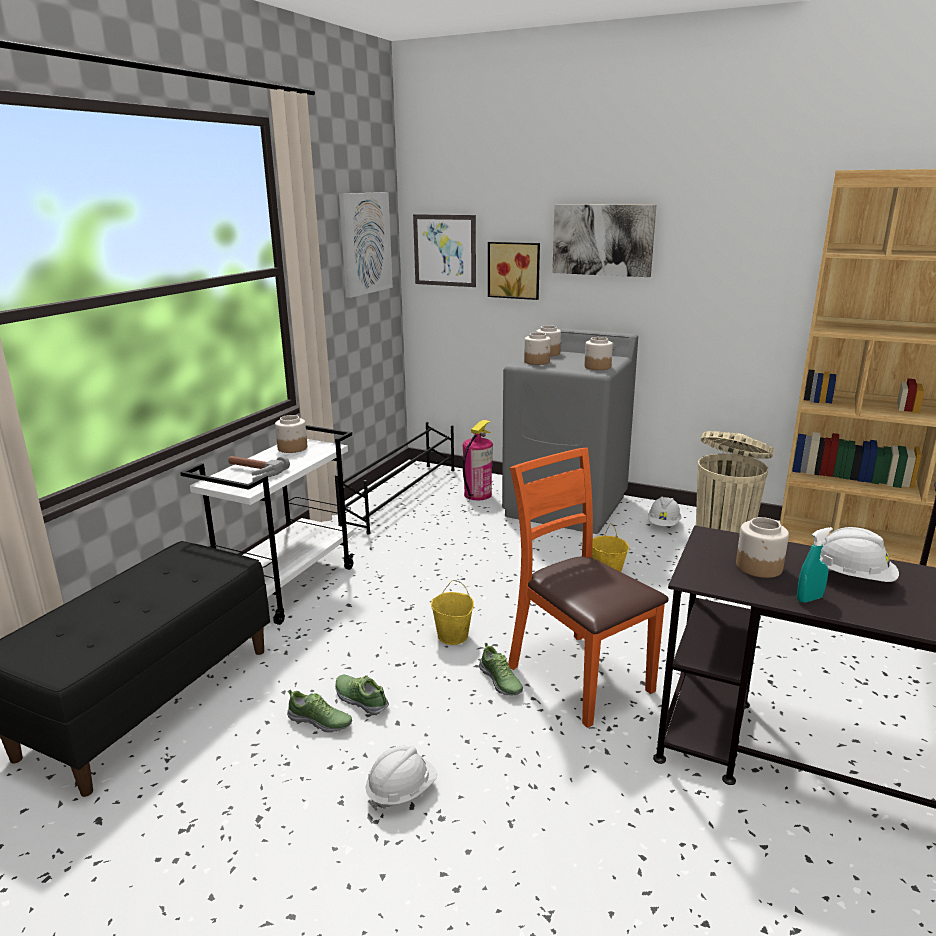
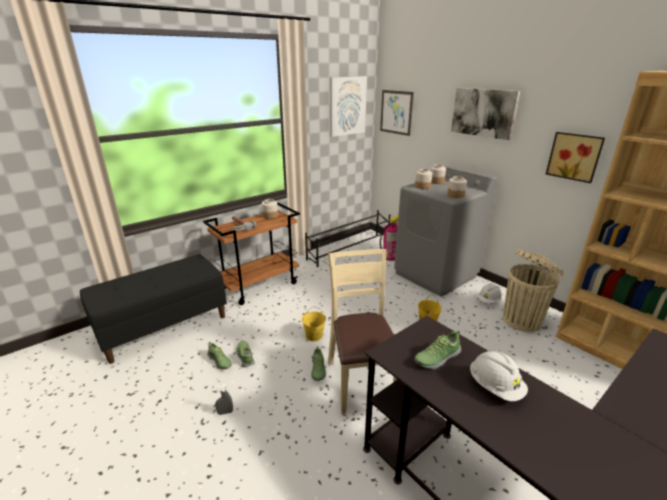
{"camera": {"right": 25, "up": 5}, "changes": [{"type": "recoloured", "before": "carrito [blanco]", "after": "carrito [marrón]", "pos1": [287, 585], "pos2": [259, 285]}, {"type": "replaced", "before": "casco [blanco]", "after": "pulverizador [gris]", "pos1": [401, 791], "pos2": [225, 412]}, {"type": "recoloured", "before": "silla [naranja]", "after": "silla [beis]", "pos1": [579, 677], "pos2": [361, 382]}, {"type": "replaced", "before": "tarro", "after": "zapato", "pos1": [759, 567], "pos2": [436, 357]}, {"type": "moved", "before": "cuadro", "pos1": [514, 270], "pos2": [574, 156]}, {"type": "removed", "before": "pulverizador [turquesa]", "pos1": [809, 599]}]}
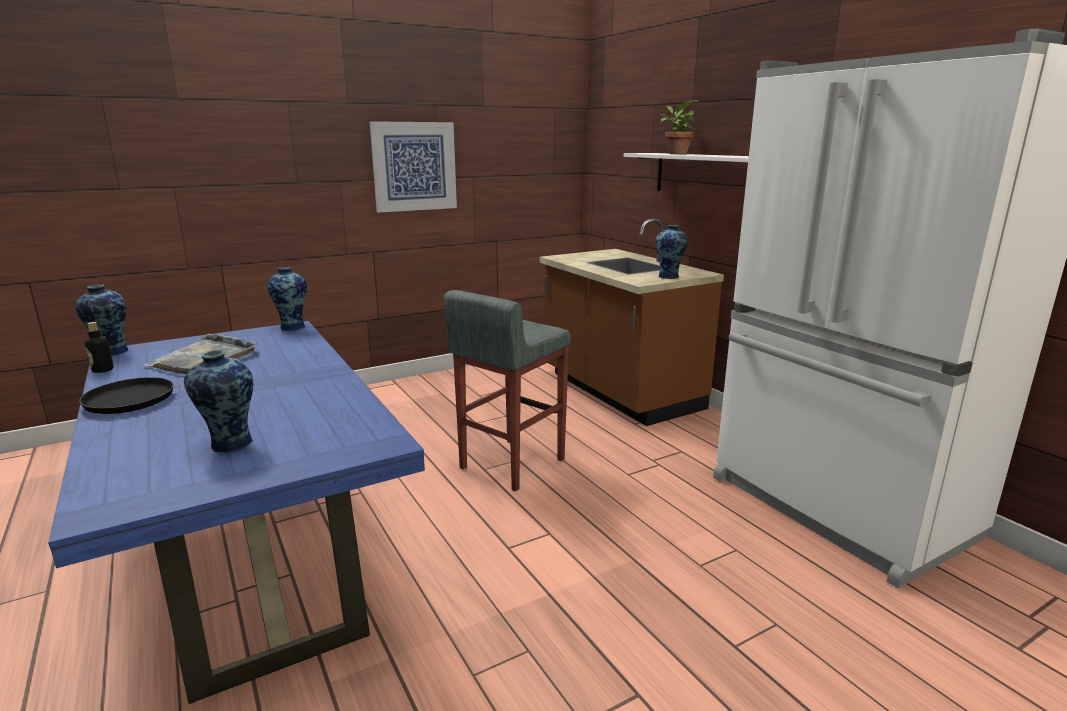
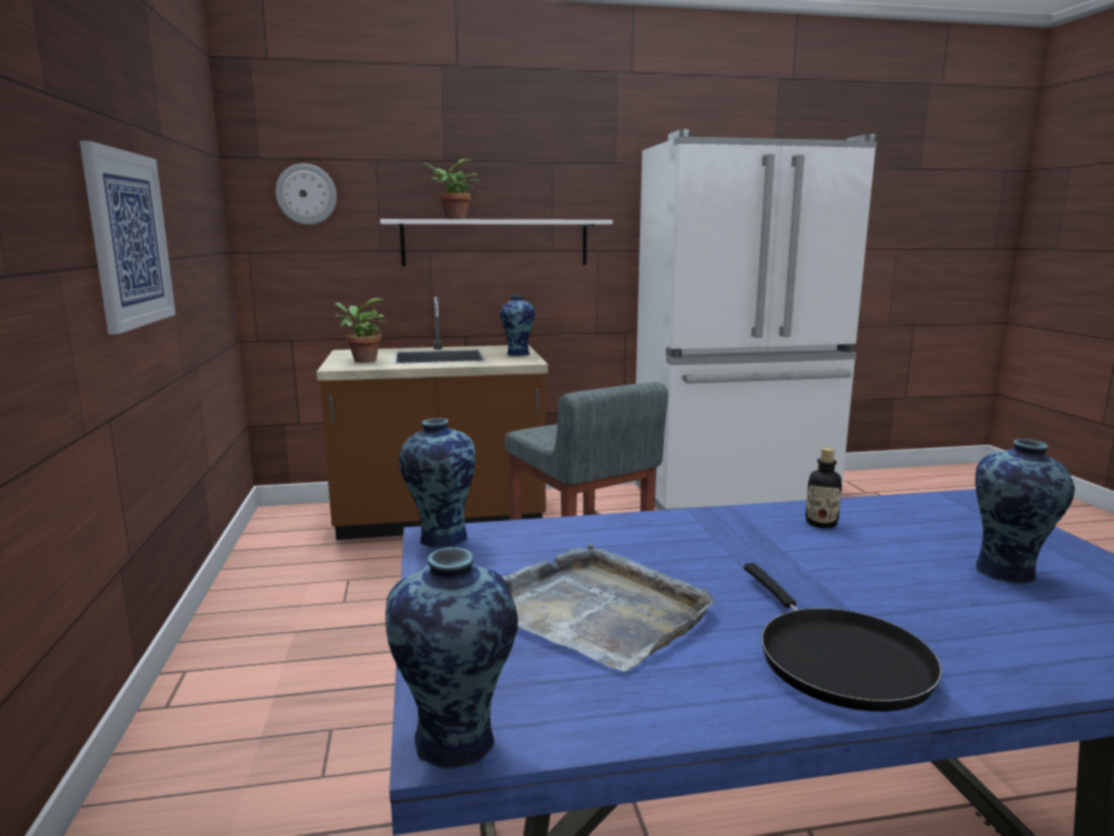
{"camera": {"right": -70, "up": -5}, "changes": [{"type": "added", "after": "reloj de pared", "pos2": [306, 194]}, {"type": "added", "after": "planta en maceta", "pos2": [362, 360]}, {"type": "moved", "before": "botella", "pos1": [103, 370], "pos2": [821, 523]}]}
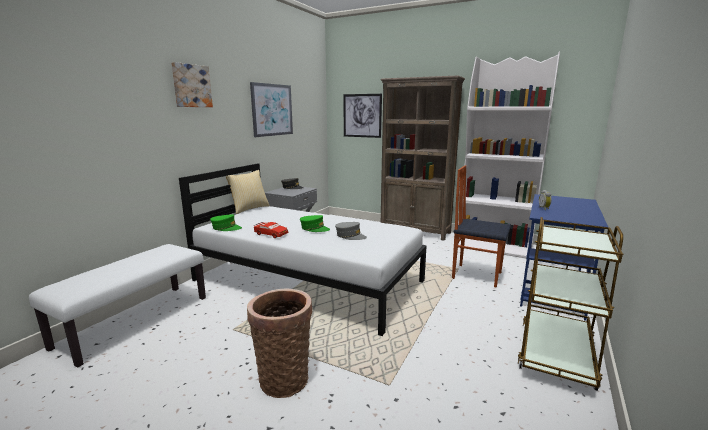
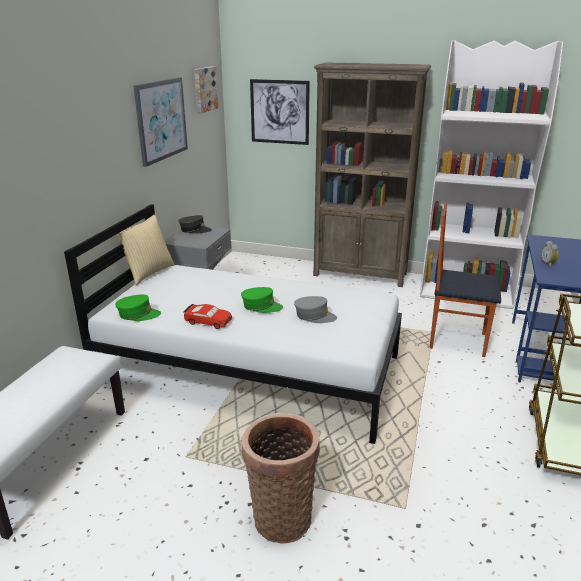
{"camera": {"right": -10, "up": 10}, "changes": [{"type": "moved", "before": "cuadro", "pos1": [191, 86], "pos2": [204, 89]}]}
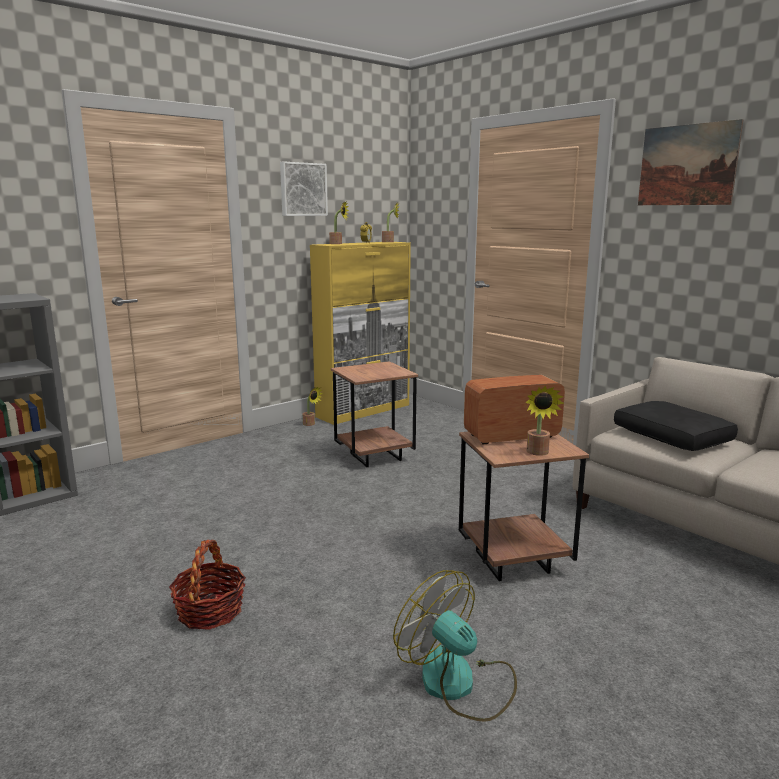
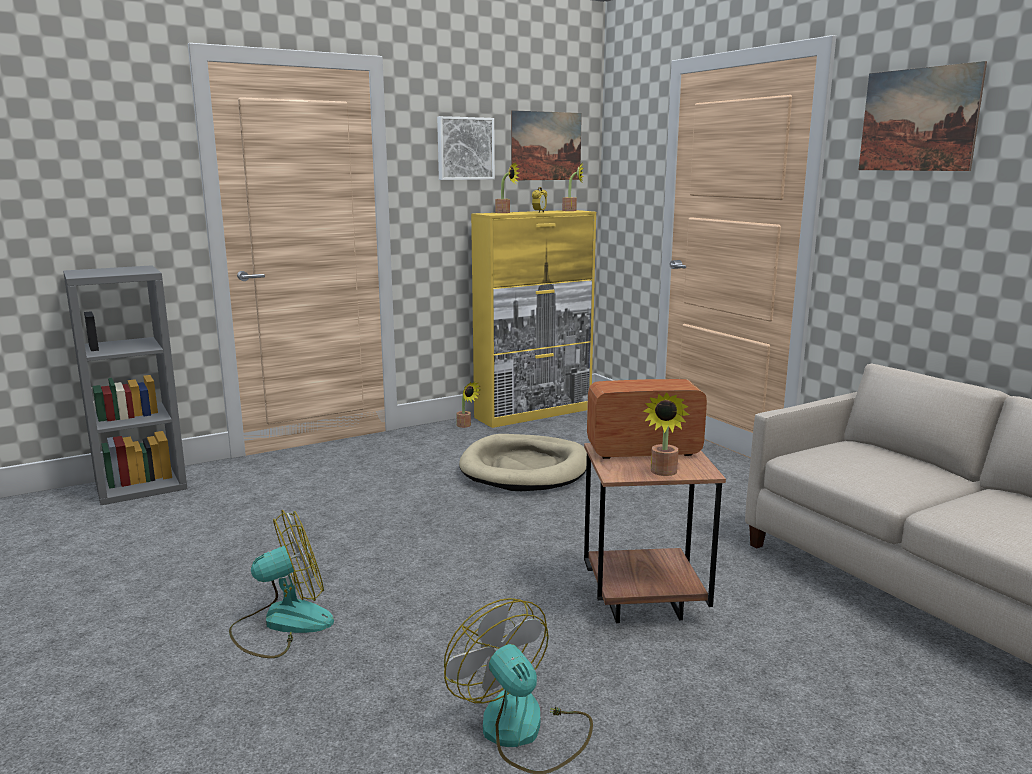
{"camera": {"right": 10, "up": 0}, "changes": [{"type": "replaced", "before": "cesta", "after": "ventilador", "pos1": [210, 611], "pos2": [282, 624]}, {"type": "replaced", "before": "mesa auxiliar [marrón]", "after": "cama para perro [beis]", "pos1": [374, 457], "pos2": [525, 468]}, {"type": "added", "after": "cuadro", "pos2": [546, 146]}, {"type": "removed", "before": "cojín [negro]", "pos1": [673, 437]}]}
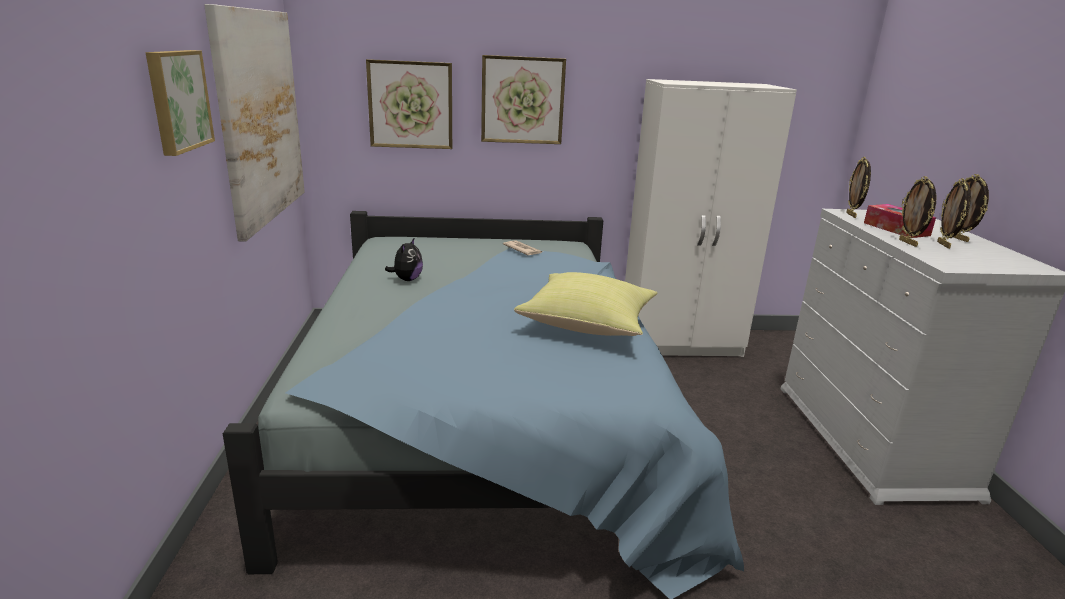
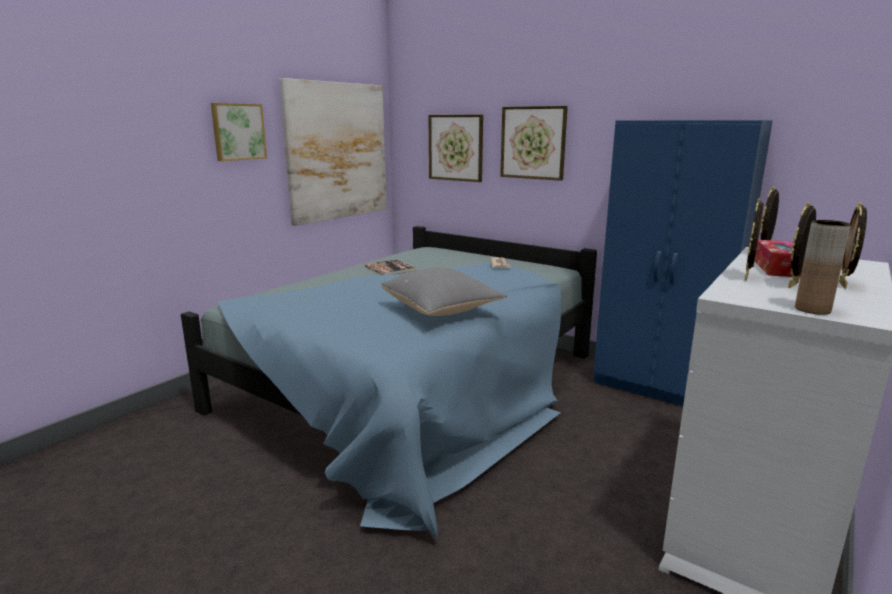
{"camera": {"right": 40, "up": -5}, "changes": [{"type": "replaced", "before": "peluche", "after": "libro", "pos1": [407, 279], "pos2": [390, 268]}, {"type": "recoloured", "before": "cojín [amarillo]", "after": "cojín [gris]", "pos1": [589, 324], "pos2": [442, 311]}, {"type": "recoloured", "before": "armario ropero [blanco]", "after": "armario ropero [azul]", "pos1": [681, 343], "pos2": [660, 387]}, {"type": "added", "after": "florero [marrón]", "pos2": [812, 309]}]}
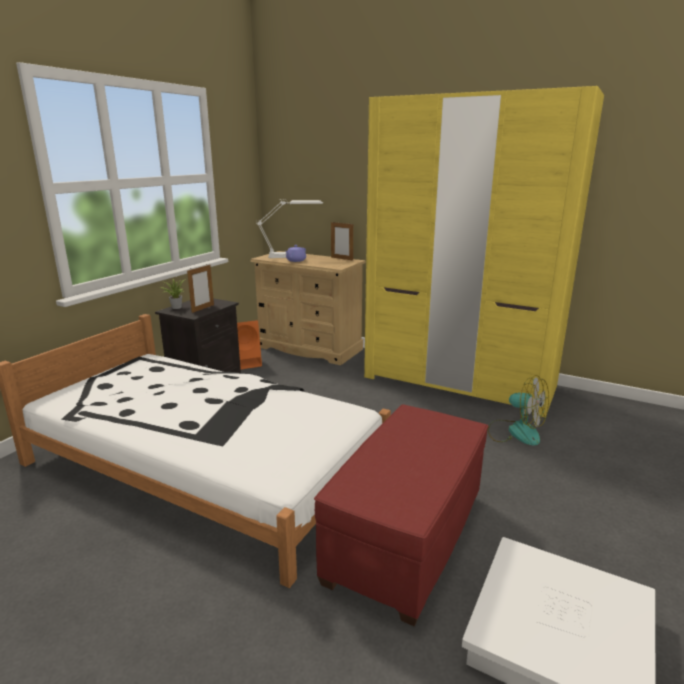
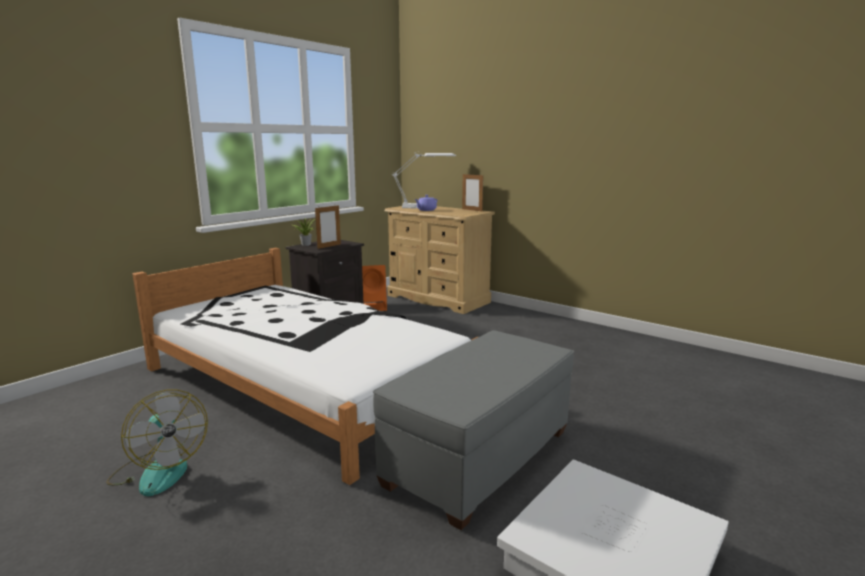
{"camera": {"right": 10, "up": -5}, "changes": [{"type": "moved", "before": "ventilador", "pos1": [515, 432], "pos2": [159, 471]}, {"type": "recoloured", "before": "puf [rojo]", "after": "puf [gris]", "pos1": [406, 537], "pos2": [480, 457]}, {"type": "removed", "before": "armario ropero [amarillo]", "pos1": [458, 382]}]}
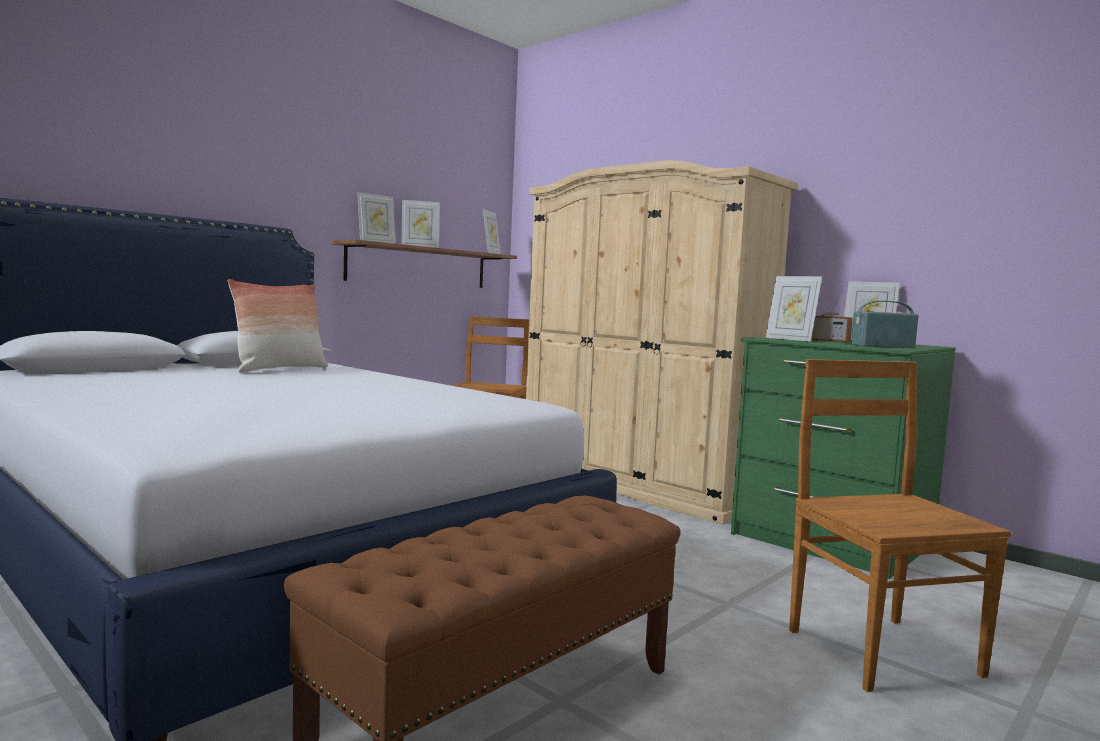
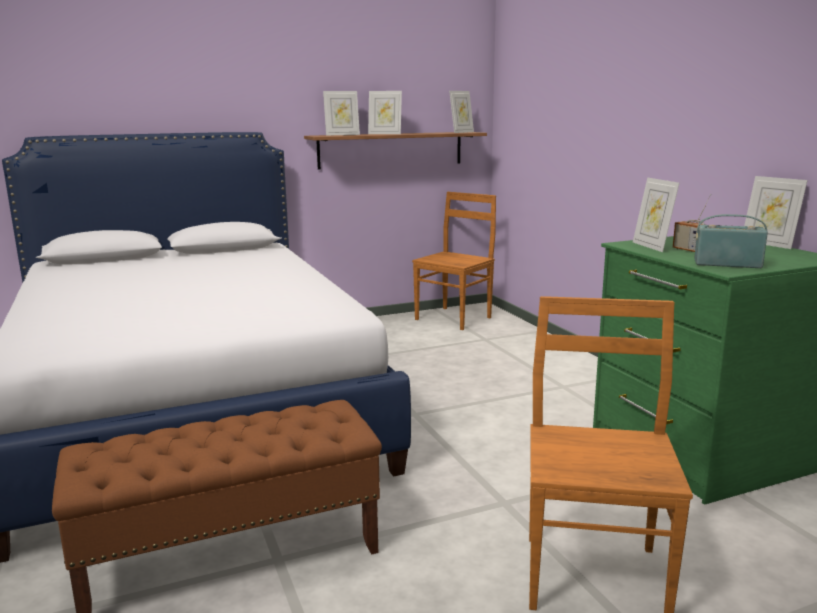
{"camera": {"right": 25, "up": 10}, "changes": [{"type": "removed", "before": "cojín", "pos1": [280, 369]}, {"type": "removed", "before": "armario ropero [beis]", "pos1": [636, 485]}]}
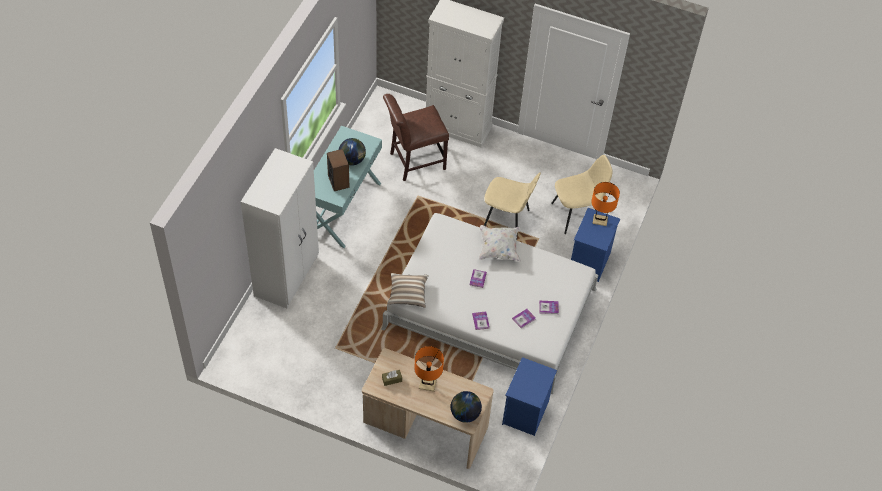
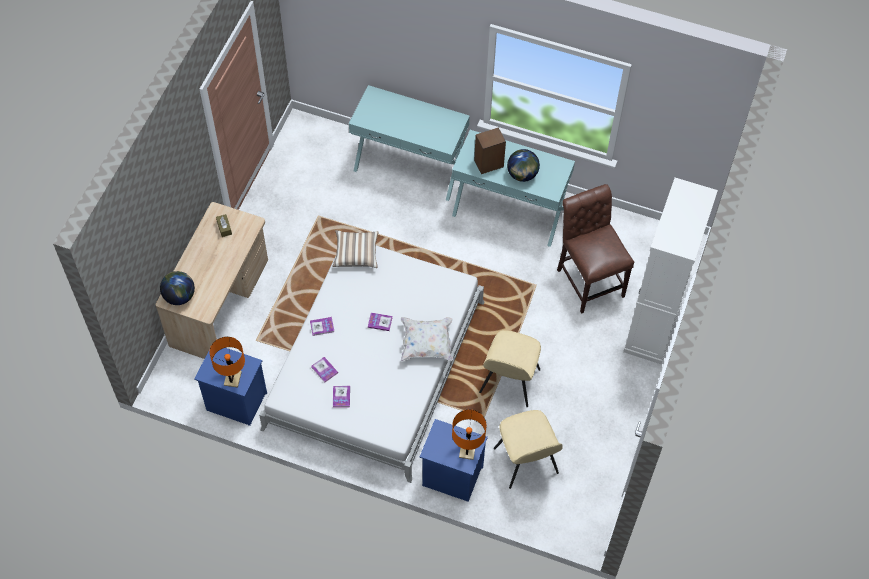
{"camera": {"right": 90, "up": 5}, "changes": [{"type": "moved", "before": "lámpara de mesa [naranja]", "pos1": [427, 384], "pos2": [232, 378]}, {"type": "replaced", "before": "armario ropero [blanco]", "after": "mesa consola [turquesa]", "pos1": [287, 276], "pos2": [410, 166]}]}
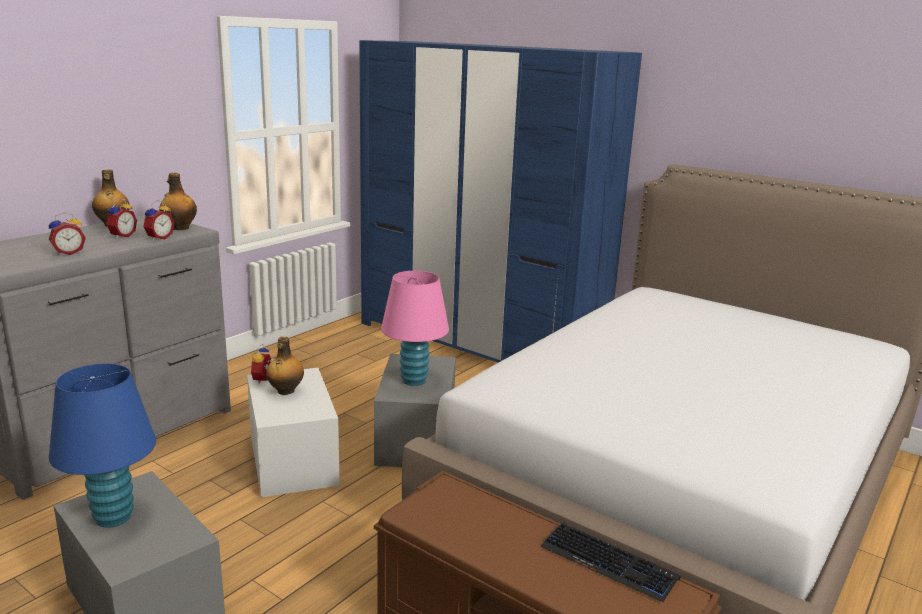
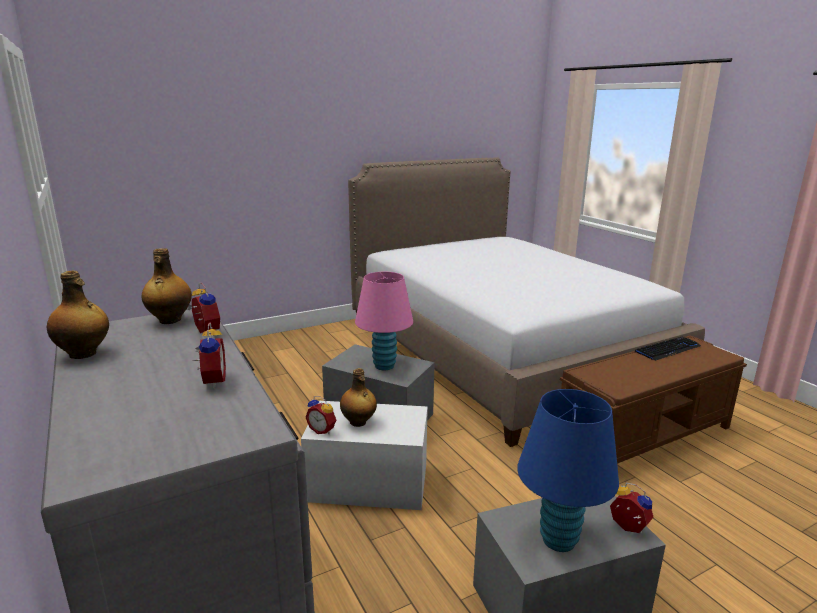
{"camera": {"right": -65, "up": 0}, "changes": [{"type": "moved", "before": "despertador", "pos1": [121, 236], "pos2": [627, 528]}, {"type": "removed", "before": "armario ropero [azul]", "pos1": [478, 343]}]}
